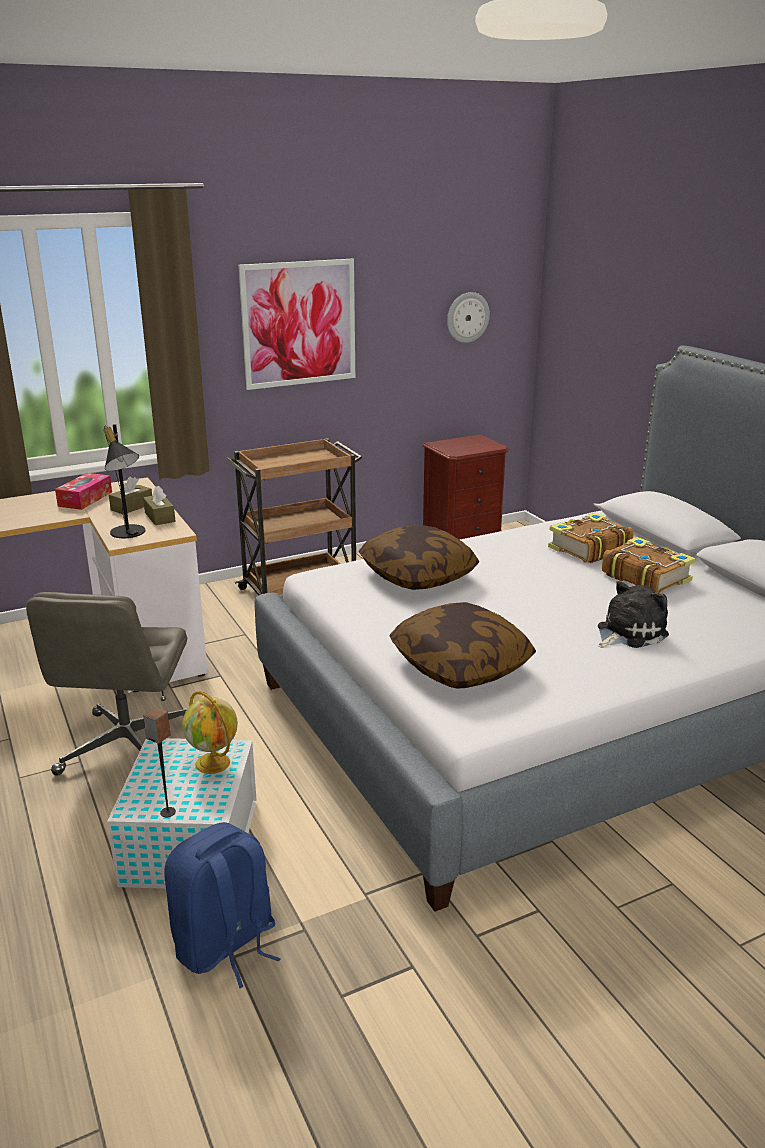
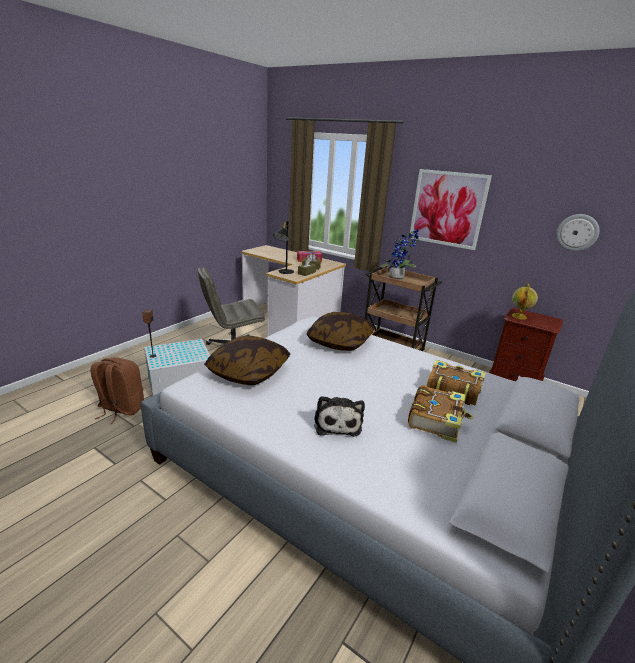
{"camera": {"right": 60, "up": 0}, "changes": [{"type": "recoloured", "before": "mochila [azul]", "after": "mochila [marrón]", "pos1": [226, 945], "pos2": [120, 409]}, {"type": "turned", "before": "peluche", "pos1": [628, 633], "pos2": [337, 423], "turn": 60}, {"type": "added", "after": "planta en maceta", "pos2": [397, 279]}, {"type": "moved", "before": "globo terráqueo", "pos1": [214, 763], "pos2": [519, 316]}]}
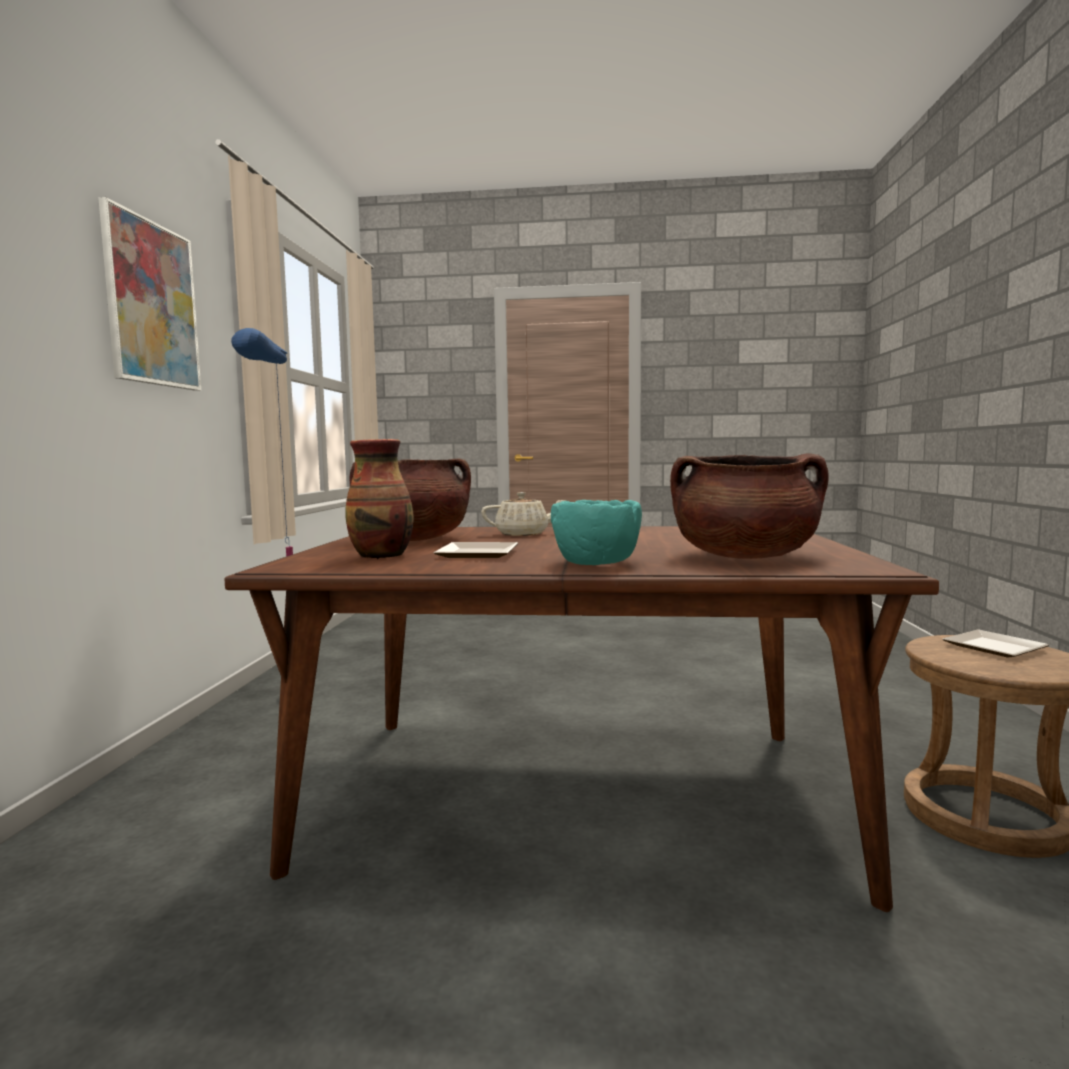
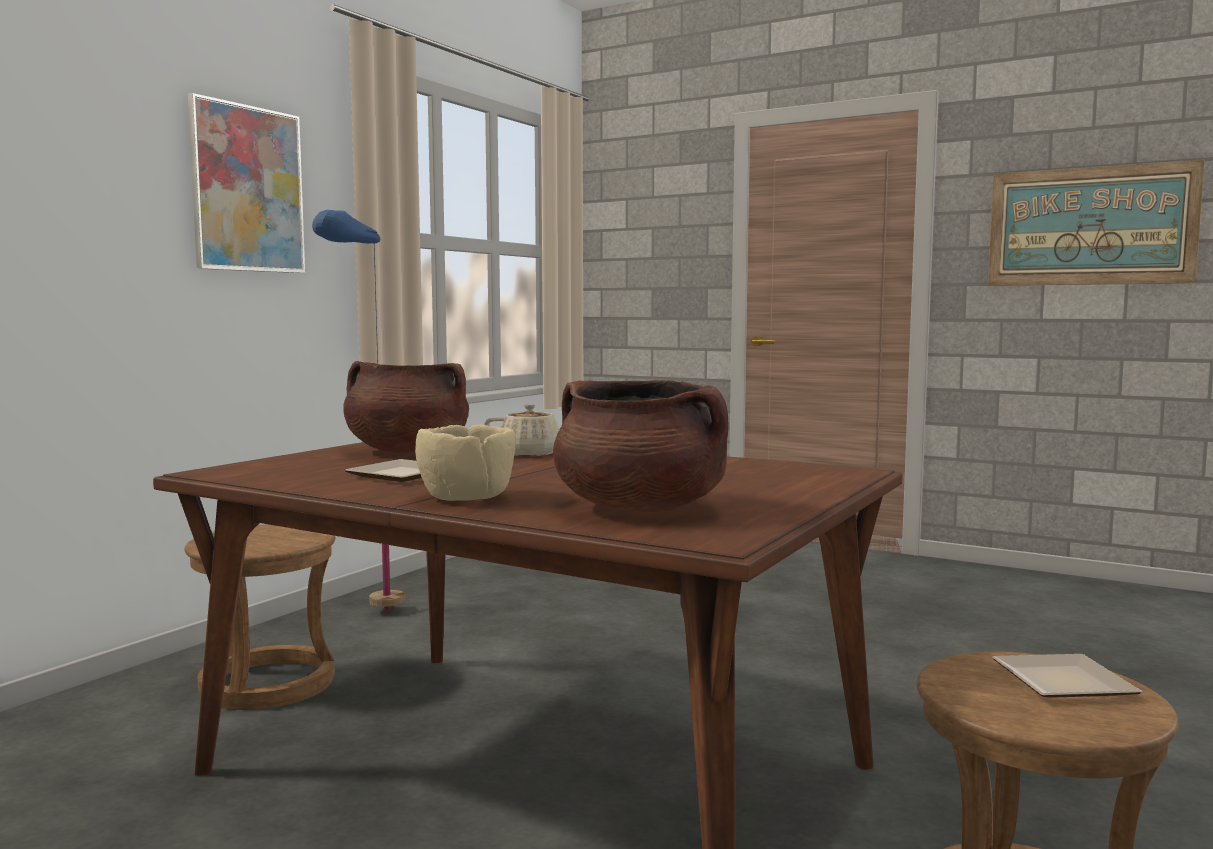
{"camera": {"right": 25, "up": 0}, "changes": [{"type": "added", "after": "taburete [marrón]", "pos2": [267, 683]}, {"type": "recoloured", "before": "cuenco [turquesa]", "after": "cuenco [beis]", "pos1": [597, 563], "pos2": [468, 498]}, {"type": "added", "after": "cuadro", "pos2": [1090, 226]}, {"type": "removed", "before": "florero", "pos1": [383, 556]}]}
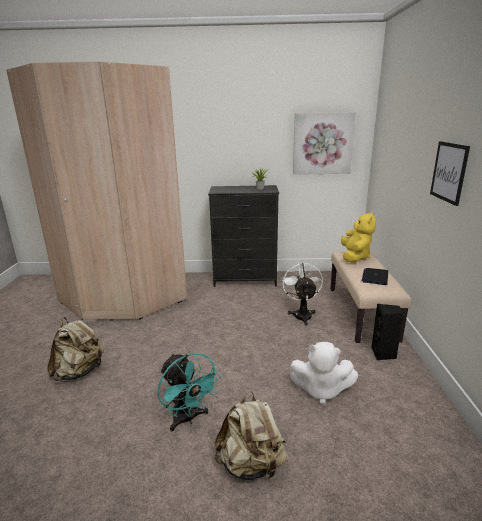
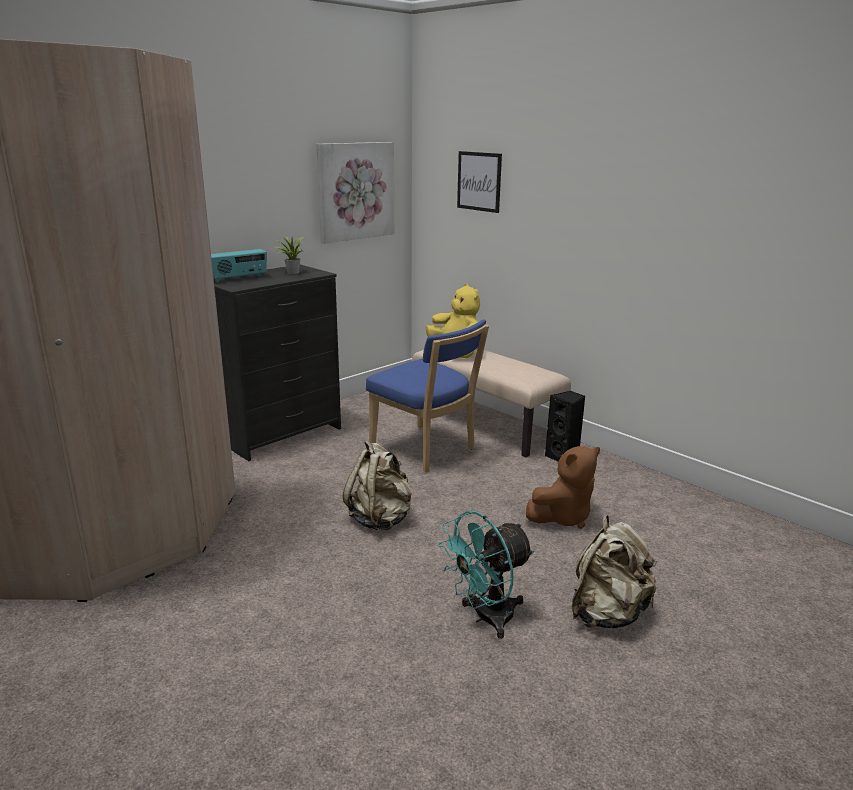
{"camera": {"right": -45, "up": 0}, "changes": [{"type": "added", "after": "radio", "pos2": [238, 279]}, {"type": "moved", "before": "mochila [beis]", "pos1": [79, 372], "pos2": [380, 519]}, {"type": "replaced", "before": "ventilador [blanco]", "after": "silla [azul]", "pos1": [302, 314], "pos2": [426, 450]}, {"type": "turned", "before": "ventilador [turquesa]", "pos1": [188, 419], "pos2": [485, 618], "turn": 135}, {"type": "moved", "before": "cuadro", "pos1": [449, 172], "pos2": [479, 181]}, {"type": "recoloured", "before": "peluche [blanco]", "after": "peluche [marrón]", "pos1": [321, 390], "pos2": [563, 517]}, {"type": "removed", "before": "portátil", "pos1": [375, 277]}]}
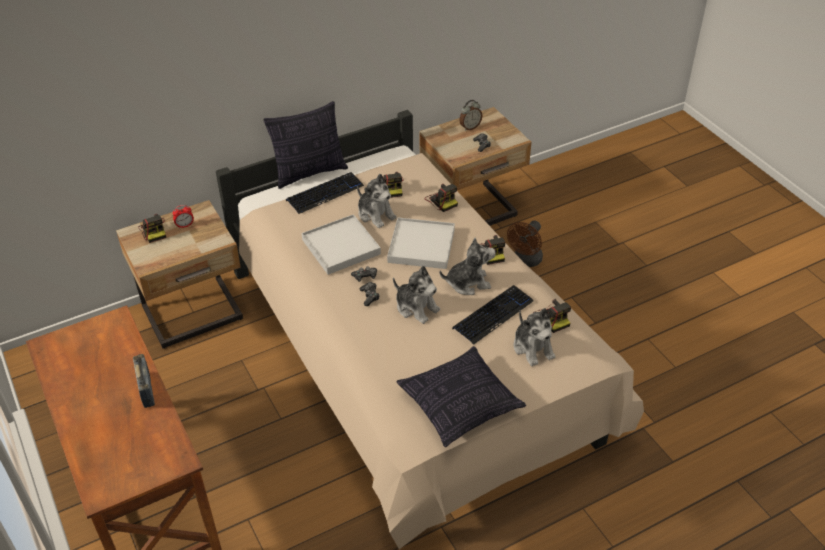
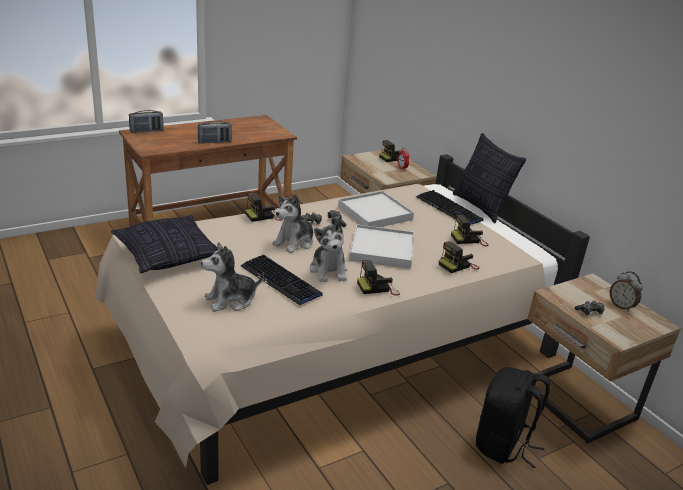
{"camera": {"right": 85, "up": -15}, "changes": [{"type": "added", "after": "radio", "pos2": [146, 131]}, {"type": "moved", "before": "cámara", "pos1": [551, 318], "pos2": [264, 216]}, {"type": "replaced", "before": "ventilador [marrón]", "after": "mochila [negro]", "pos1": [525, 261], "pos2": [503, 445]}, {"type": "removed", "before": "peluche", "pos1": [375, 214]}]}
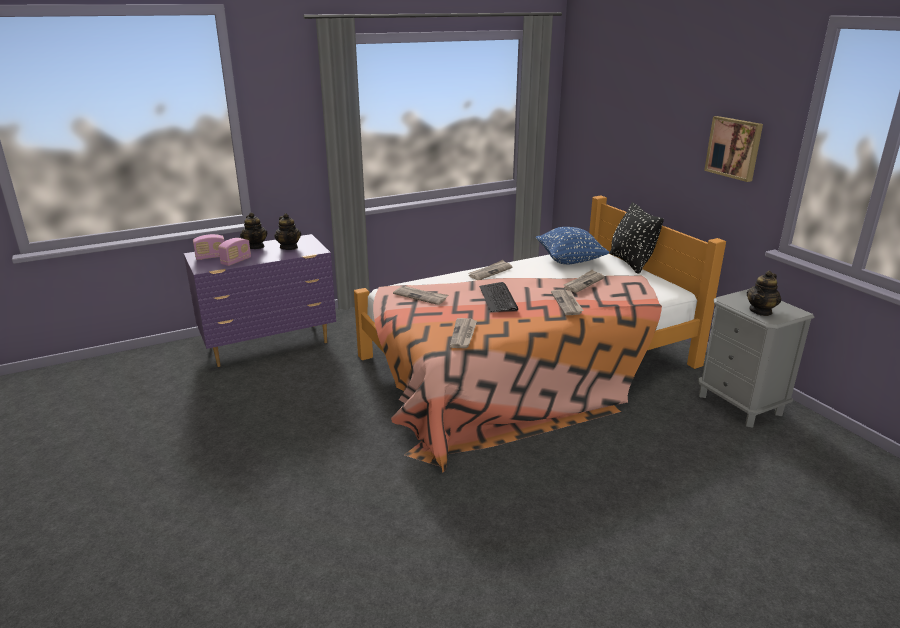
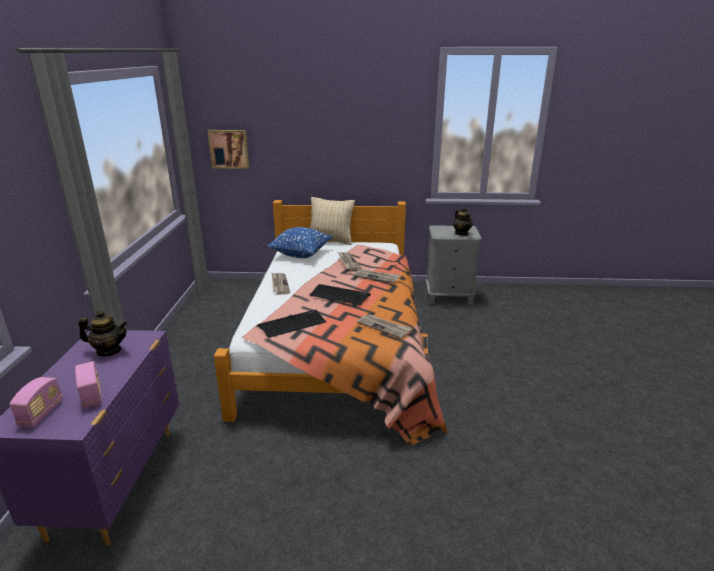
{"camera": {"right": -60, "up": 0}, "changes": [{"type": "moved", "before": "cuadro", "pos1": [734, 148], "pos2": [229, 149]}, {"type": "replaced", "before": "periódico", "after": "teclado", "pos1": [421, 296], "pos2": [292, 324]}, {"type": "recoloured", "before": "cojín [negro]", "after": "cojín [beis]", "pos1": [631, 263], "pos2": [331, 241]}, {"type": "removed", "before": "tetera", "pos1": [255, 246]}]}
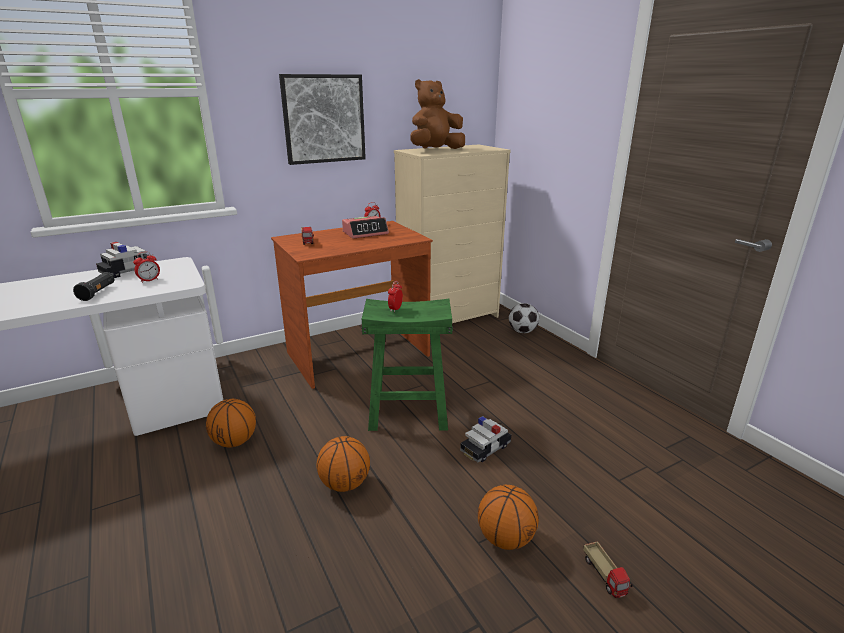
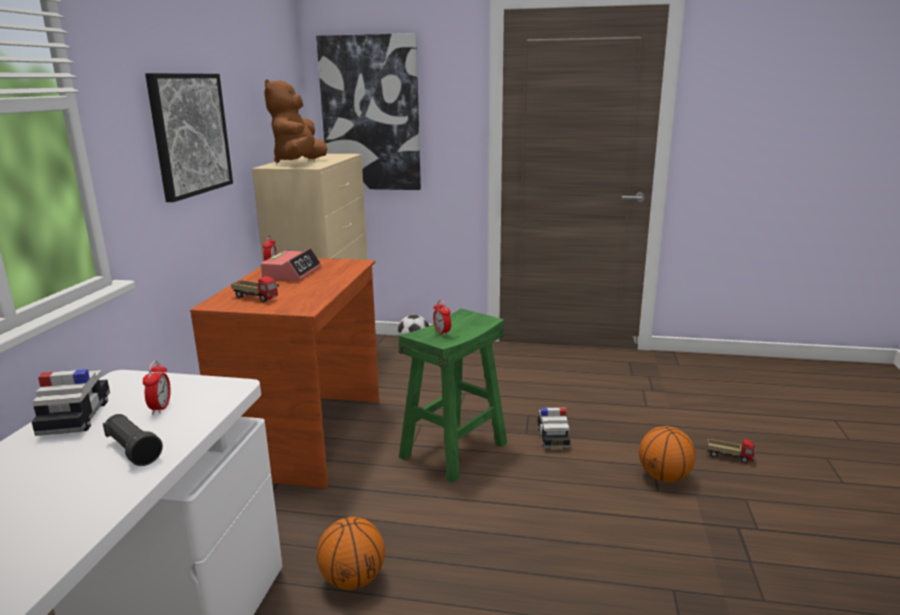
{"camera": {"right": -50, "up": -5}, "changes": [{"type": "added", "after": "cuadro", "pos2": [371, 114]}, {"type": "removed", "before": "balón de baloncesto", "pos1": [345, 484]}]}
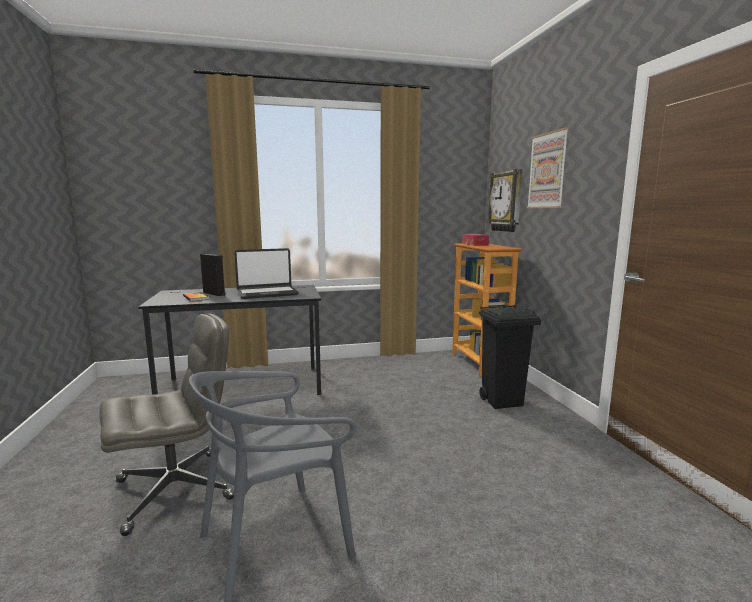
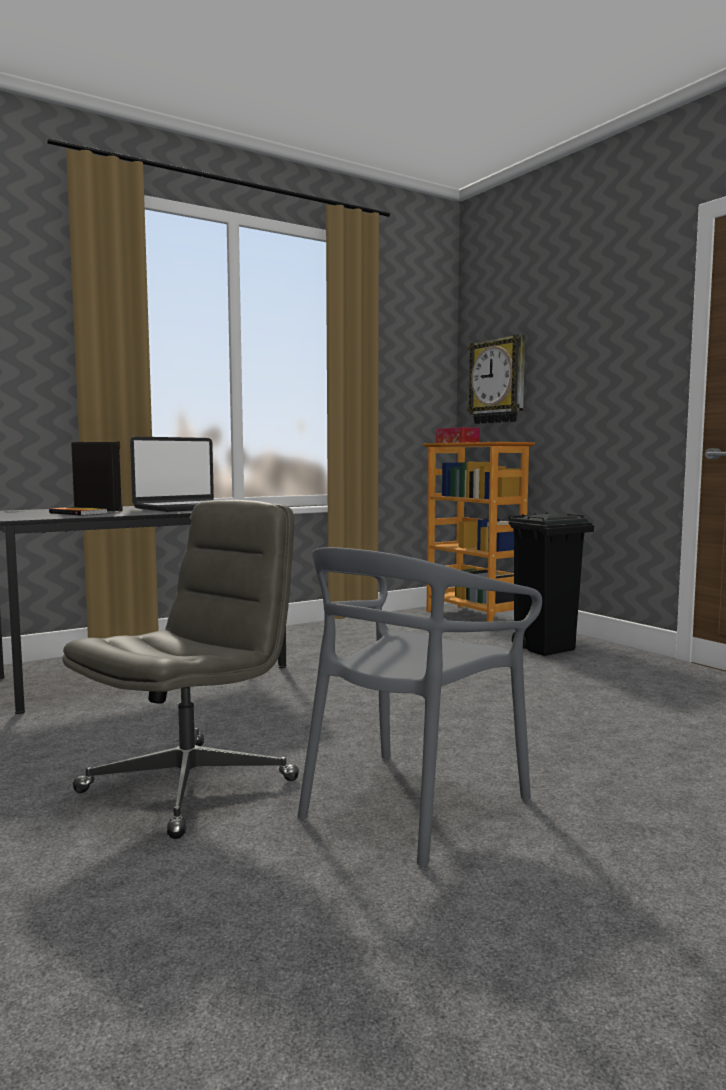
{"camera": {"right": -20, "up": -5}, "changes": [{"type": "removed", "before": "cuadro", "pos1": [547, 171]}]}
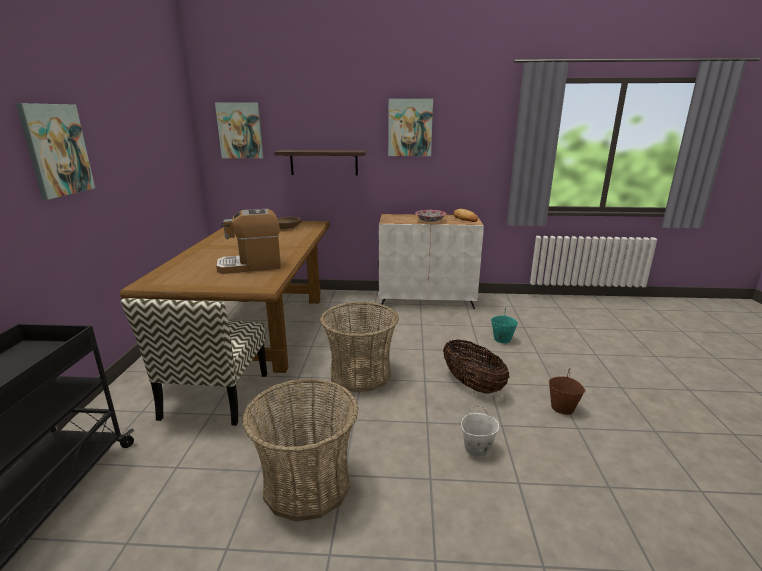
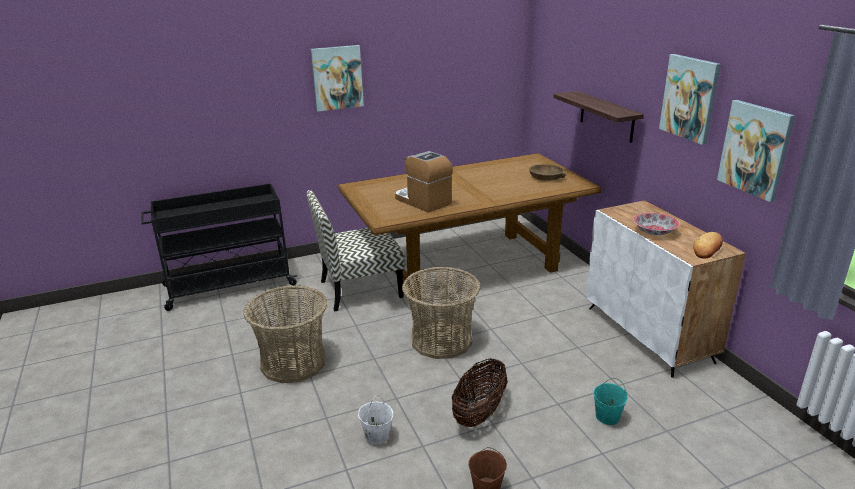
{"camera": {"right": 65, "up": 5}, "changes": [{"type": "moved", "before": "cuadro", "pos1": [240, 130], "pos2": [755, 149]}]}
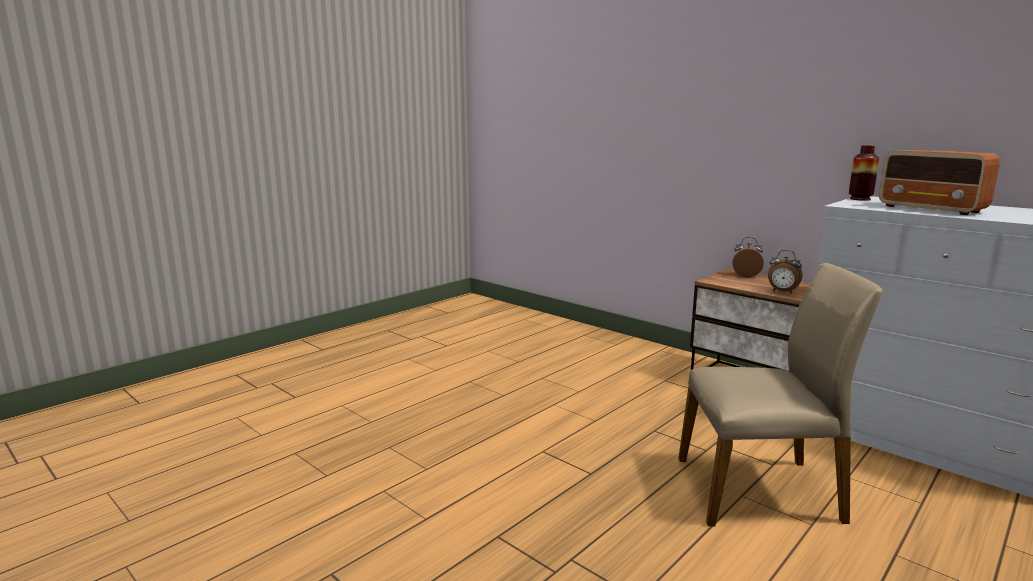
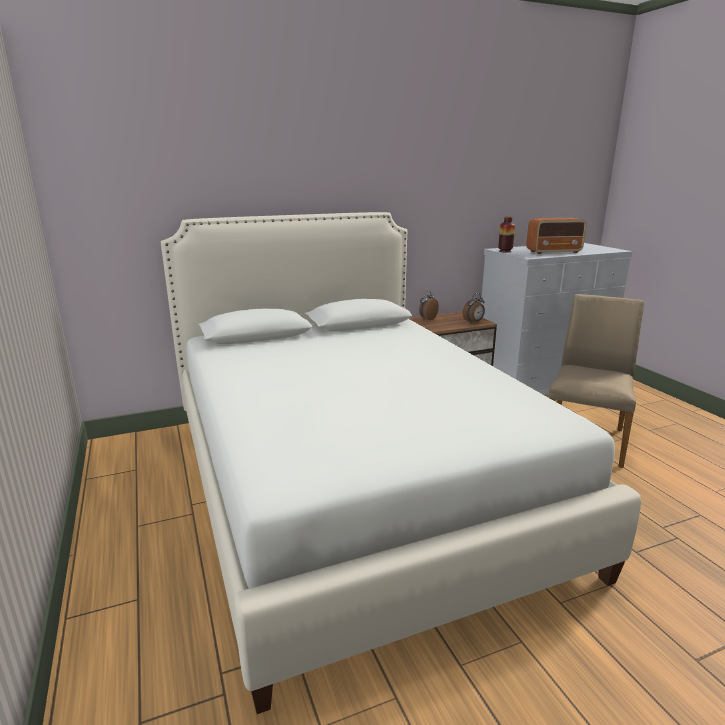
{"camera": {"right": -65, "up": 5}, "changes": [{"type": "added", "after": "cama [blanco]", "pos2": [355, 486]}]}
